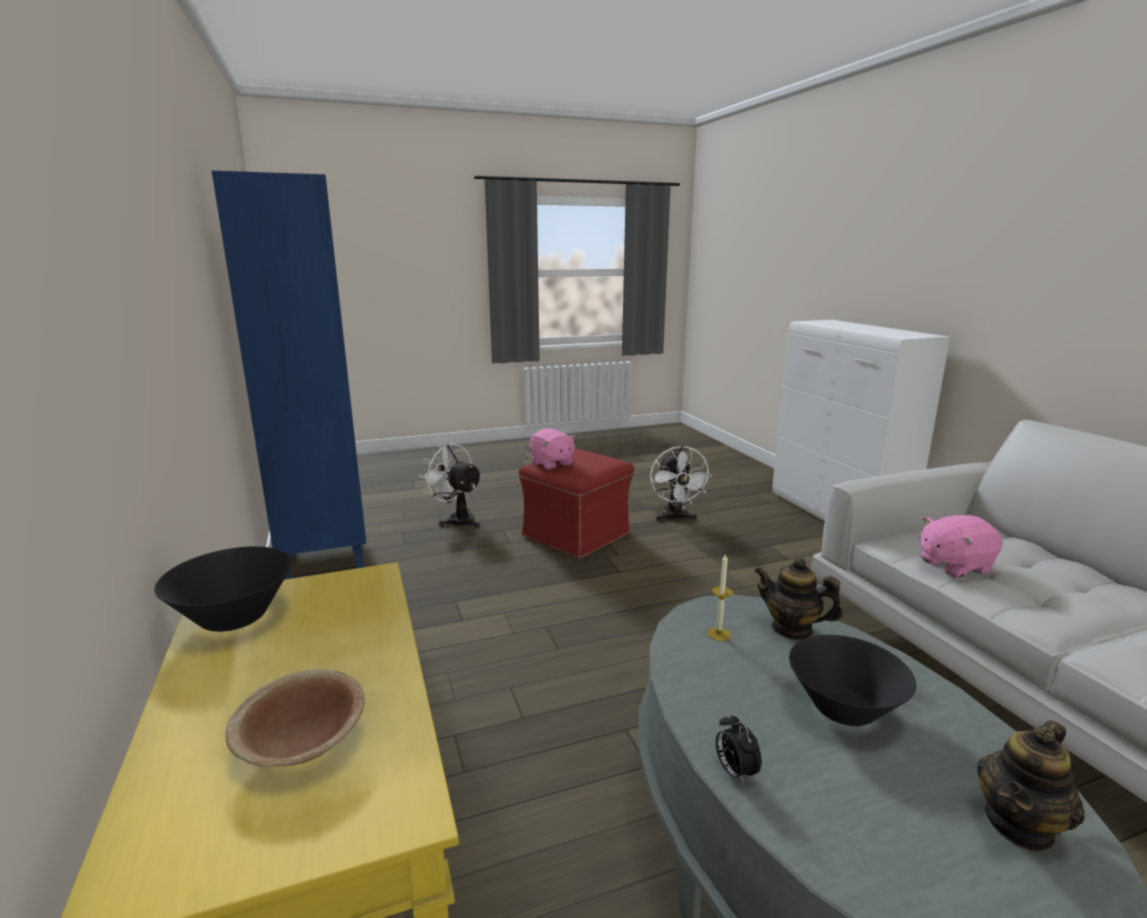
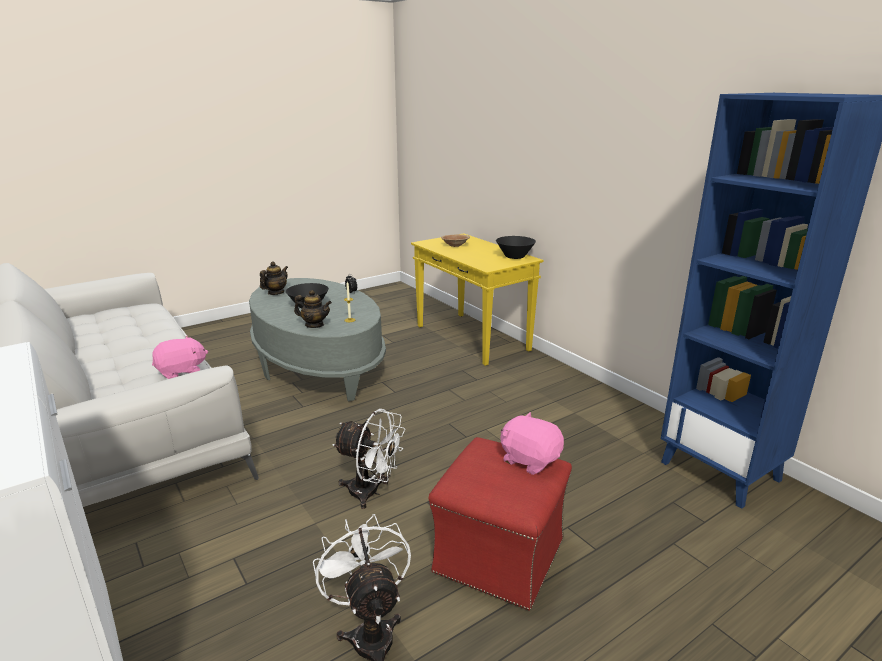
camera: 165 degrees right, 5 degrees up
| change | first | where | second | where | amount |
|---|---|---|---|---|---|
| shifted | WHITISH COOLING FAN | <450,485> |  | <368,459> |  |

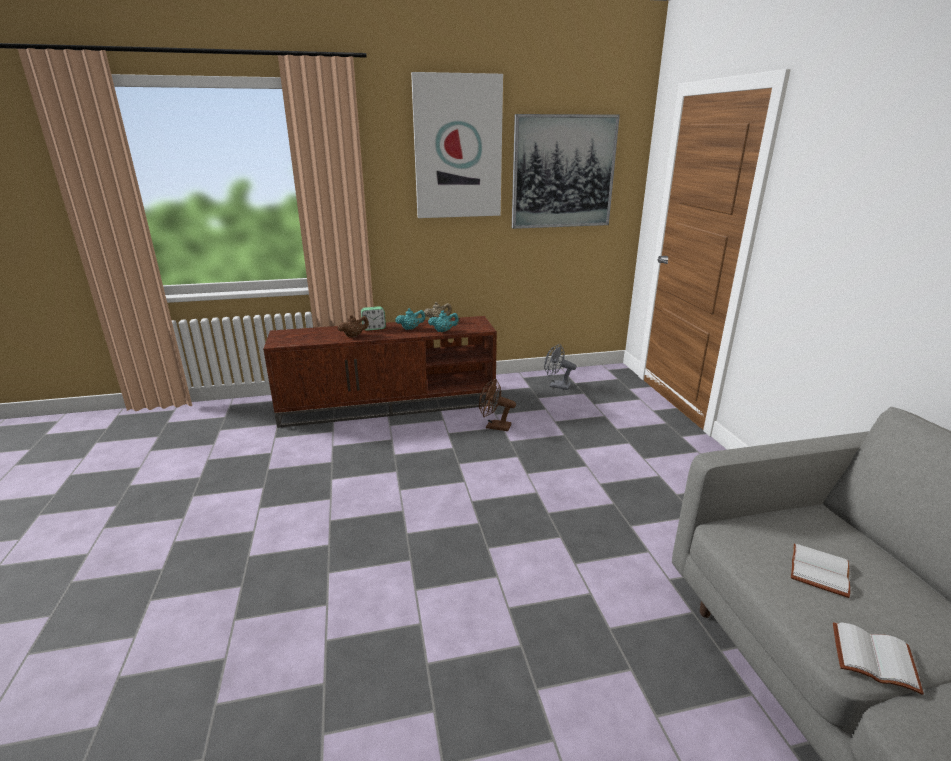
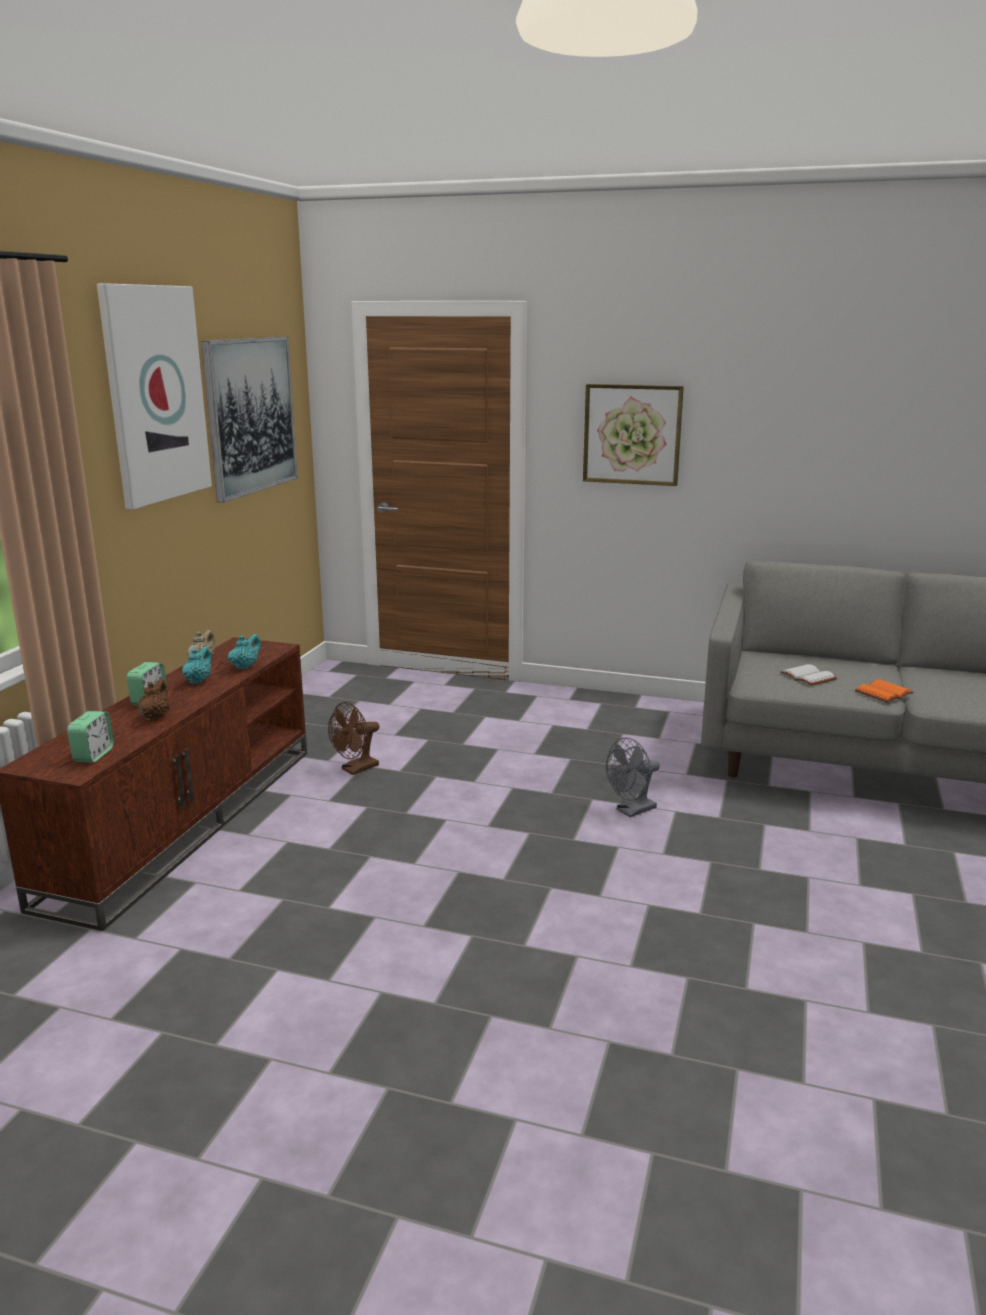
camera: 60 degrees left, 5 degrees down
| change | first | where | second | where | amount |
|---|---|---|---|---|---|
| new |  |  | ALARM CLOCK | <90,737> |  |
| new |  |  | WALL PICTURE | <633,435> |  |
| shifted | GREYISH COOLING FAN | <560,367> |  | <633,777> |  |
| repainted | WHITISH BOUND BOOK | <878,658> | ORANGE BOUND BOOK | <884,691> |  |

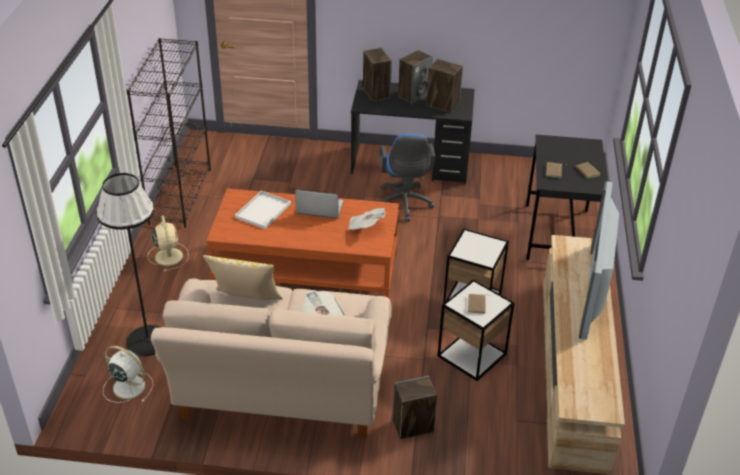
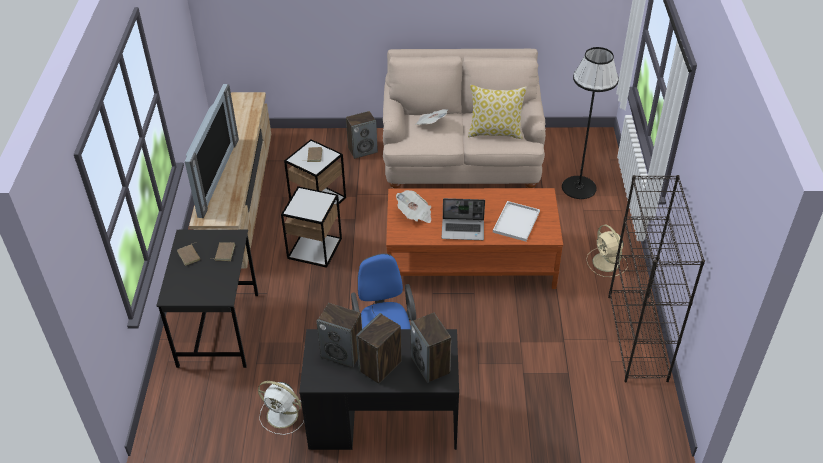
camera: 175 degrees right, 5 degrees up
| change | first | where | second | where | amount |
|---|---|---|---|---|---|
| shifted | WHITISH COOLING FAN | <128,374> |  | <281,408> |  |

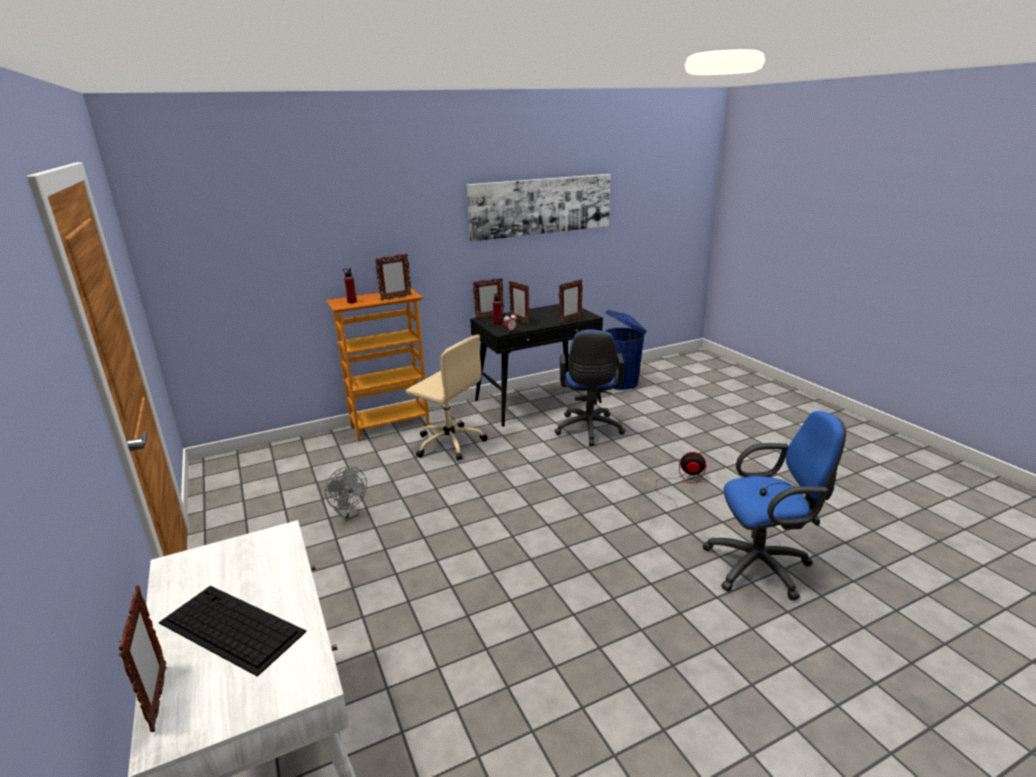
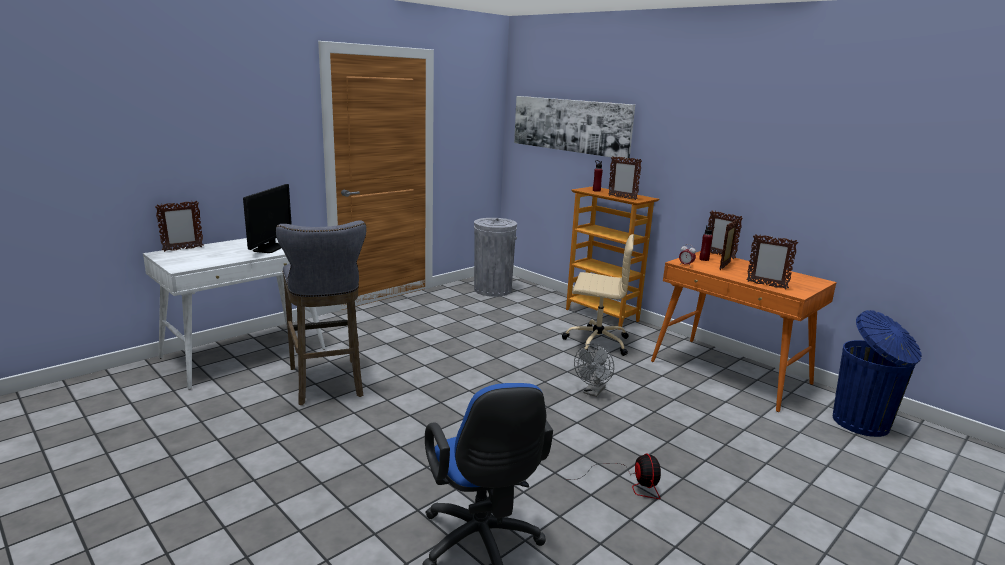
camera: 70 degrees right, 5 degrees down
| change | first | where | second | where | amount |
|---|---|---|---|---|---|
| gone | COMPUTER KEYBOARD | <232,631> |  |  |  |
| gone | BLUE DESK CHAIR | <590,388> |  |  |  |
| new |  |  | COMPUTER DISPLAY | <267,218> |  |
| new |  |  | GREYISH STOOL SEAT | <321,312> |  |
| new |  |  | GREYISH WASTE BIN | <495,257> |  |
| shifted | GREYISH COOLING FAN | <346,493> |  | <594,370> |  |
| shifted | WALL PICTURE | <538,208> |  | <574,127> |  |
| repainted | BLACK-COLOURED DESK UNIT | <536,365> | ORANGE DESK UNIT | <744,331> |  |
| rotated | BEIGE-COLOURED DESK CHAIR | <446,397> |  | <598,295> | 90 degrees counterclockwise |

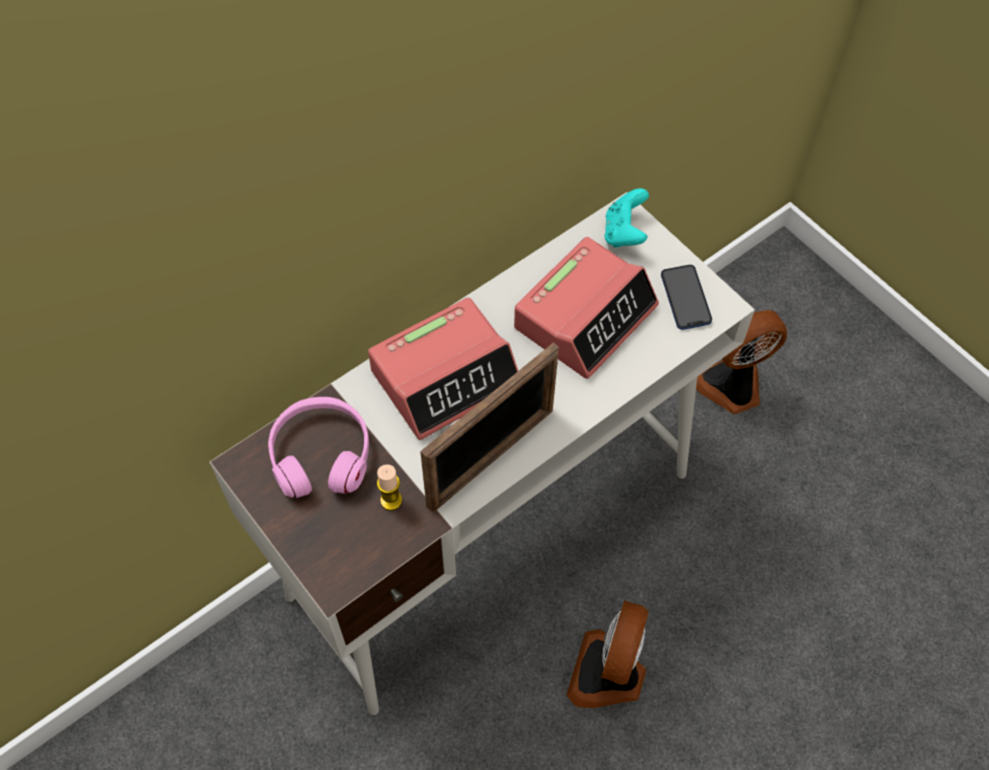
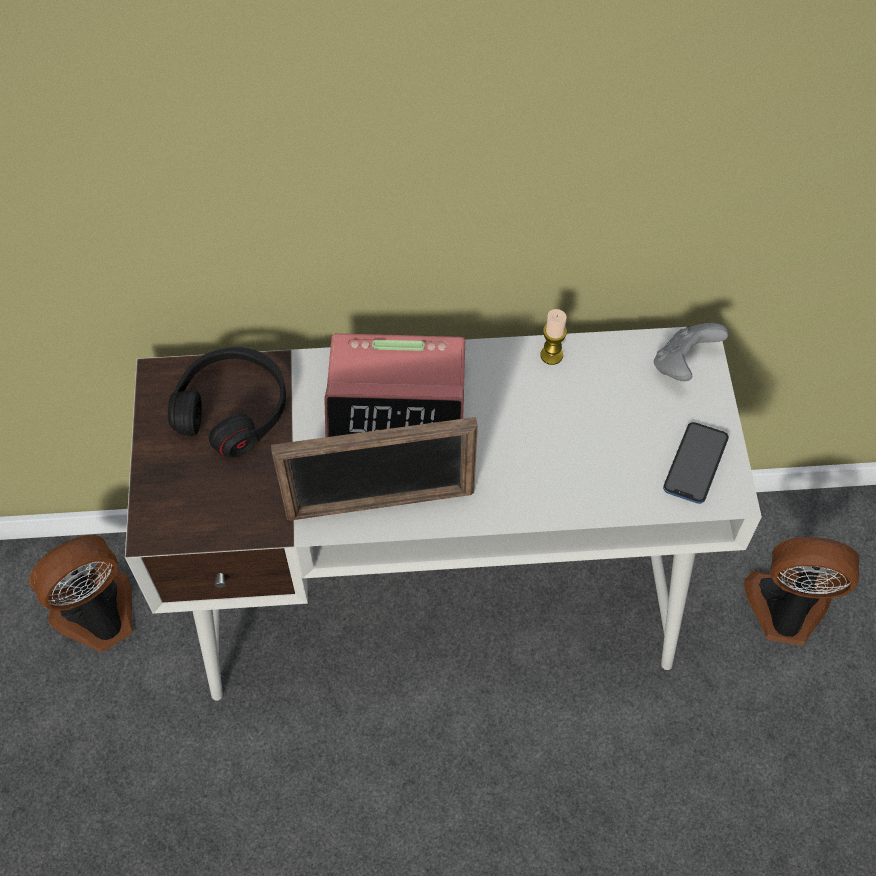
camera: 35 degrees right, 0 degrees up
| change | first | where | second | where | amount |
|---|---|---|---|---|---|
| gone | ALARM CLOCK | <586,308> |  |  |  |
| shifted | WAX CANDLE | <389,487> |  | <554,337> |  |
| shifted | COOLING FAN | <607,654> |  | <81,593> |  |
| repainted | PINK HEADSET | <318,447> | BLACK-COLOURED HEADSET | <227,401> |  |
| repainted | TURQUOISE-COLOURED GAMEPAD | <626,218> | GREYISH GAMEPAD | <691,352> |  |

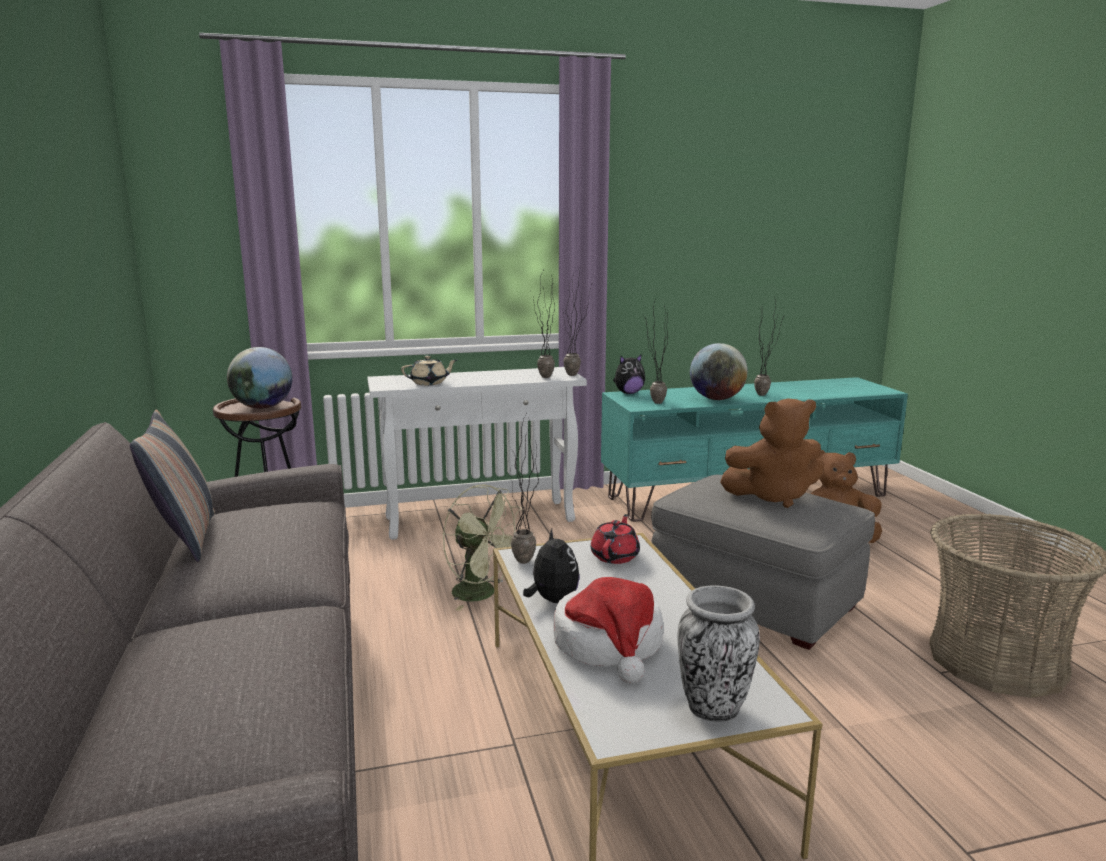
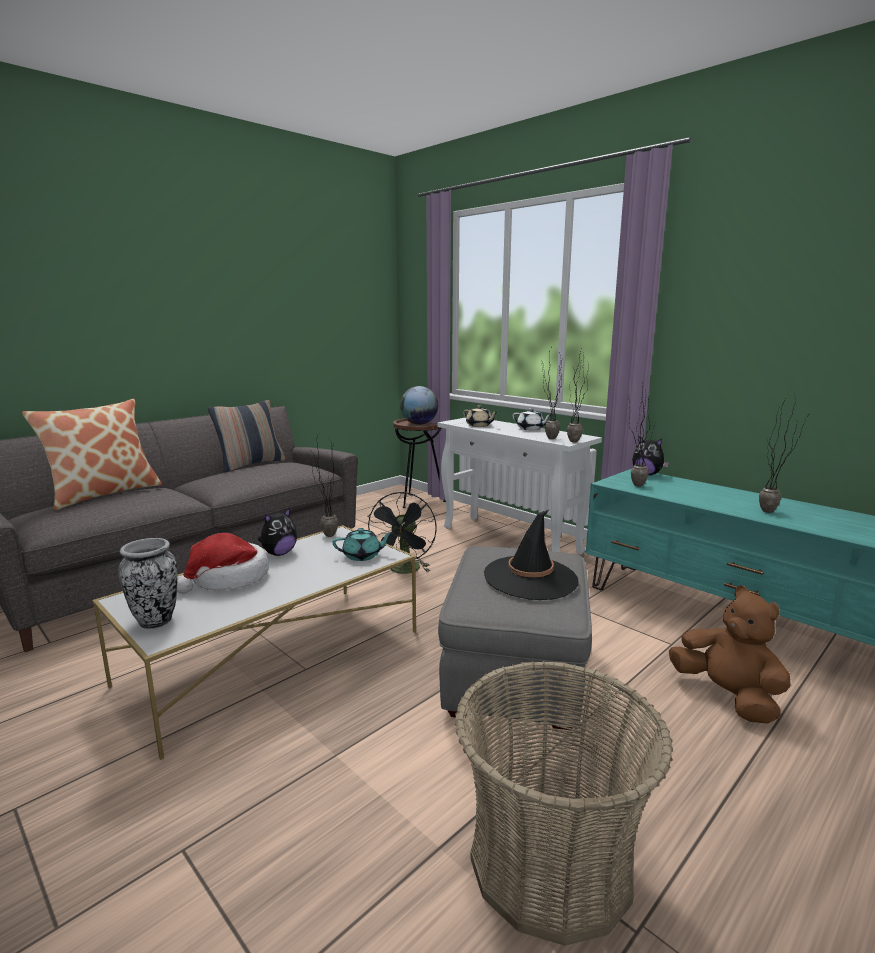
camera: 60 degrees right, 0 degrees up
| change | first | where | second | where | amount |
|---|---|---|---|---|---|
| gone | WORLD GLOBE | <719,371> |  |  |  |
| new |  |  | CUSHION | <92,454> |  |
| new |  |  | WHITISH TEAPOT | <532,419> |  |
| swapped | BROWN PLUSH TOY | <772,453> | BLACK-COLOURED WEARABLE HAT | <531,554> |  |
| repainted | GREEN COOLING FAN | <482,548> | BLACK-COLOURED COOLING FAN | <402,533> |  |
| repainted | RED TEAPOT | <615,539> | TURQUOISE-COLOURED TEAPOT | <363,544> |  |

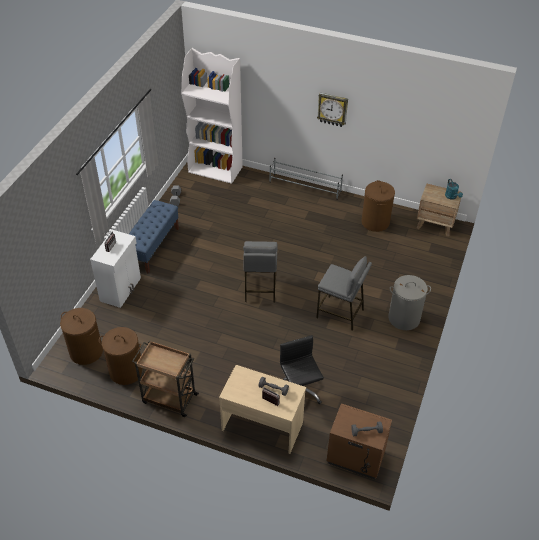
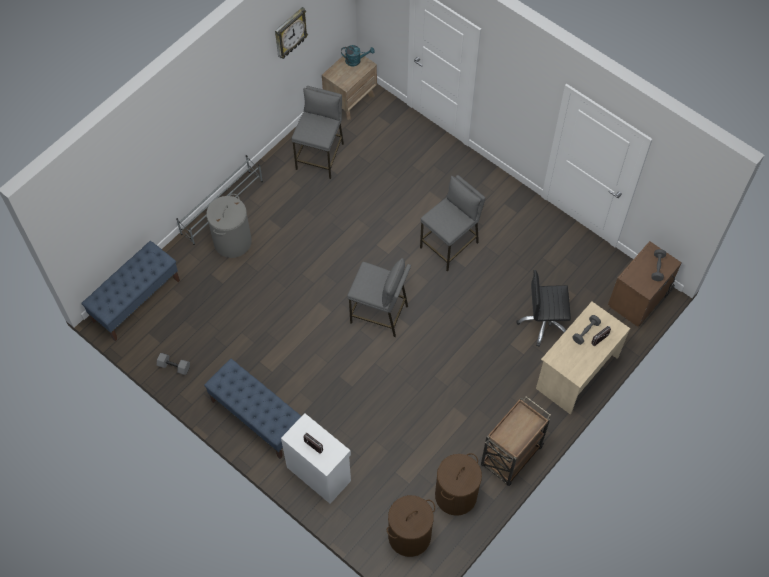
camera: 70 degrees left, 15 degrees up
| change | first | where | second | where | amount |
|---|---|---|---|---|---|
| shifted | CLOCK ON THE WALL | <332,110> |  | <291,33> |  |
| shifted | GREYISH HAMPER | <409,302> |  | <229,226> |  |
| swapped | WHITISH BOOKSHELF | <212,116> | BLUE BENCH | <130,291> |  |
| swapped | BROWN HAMPER | <378,206> | GREYISH STOOL SEAT | <318,132> |  |

